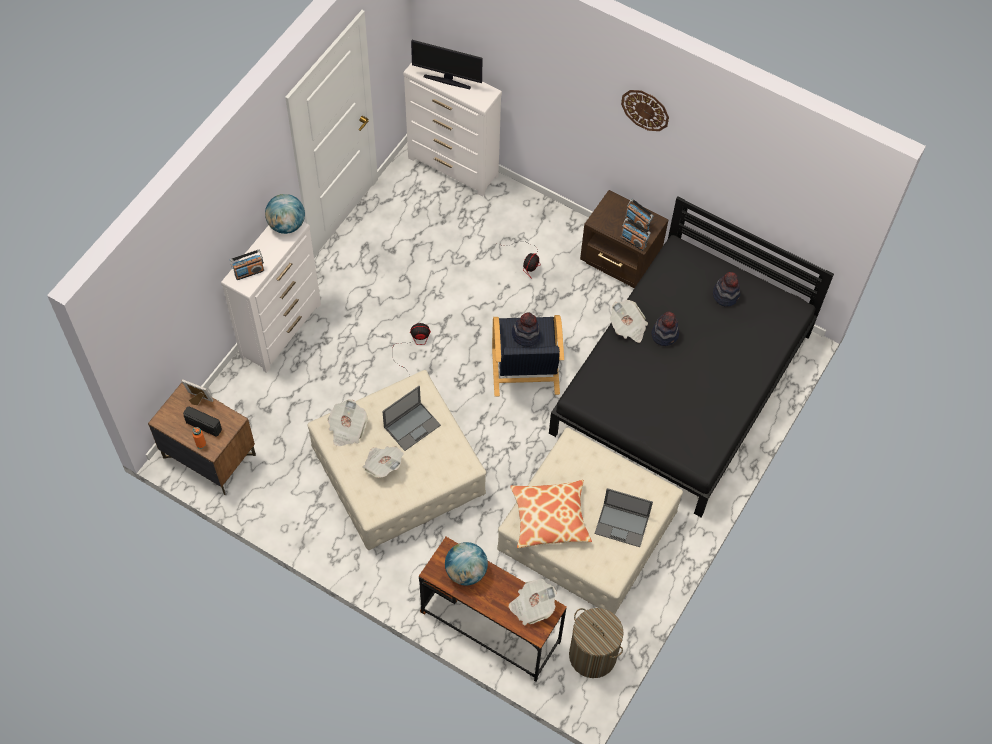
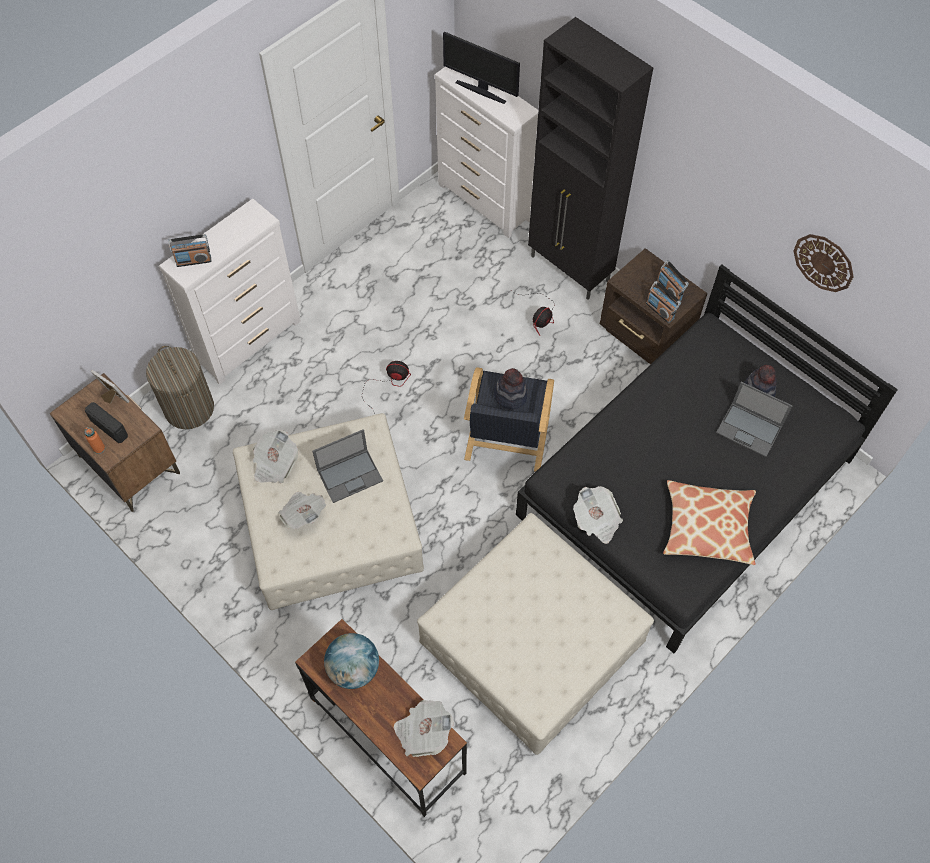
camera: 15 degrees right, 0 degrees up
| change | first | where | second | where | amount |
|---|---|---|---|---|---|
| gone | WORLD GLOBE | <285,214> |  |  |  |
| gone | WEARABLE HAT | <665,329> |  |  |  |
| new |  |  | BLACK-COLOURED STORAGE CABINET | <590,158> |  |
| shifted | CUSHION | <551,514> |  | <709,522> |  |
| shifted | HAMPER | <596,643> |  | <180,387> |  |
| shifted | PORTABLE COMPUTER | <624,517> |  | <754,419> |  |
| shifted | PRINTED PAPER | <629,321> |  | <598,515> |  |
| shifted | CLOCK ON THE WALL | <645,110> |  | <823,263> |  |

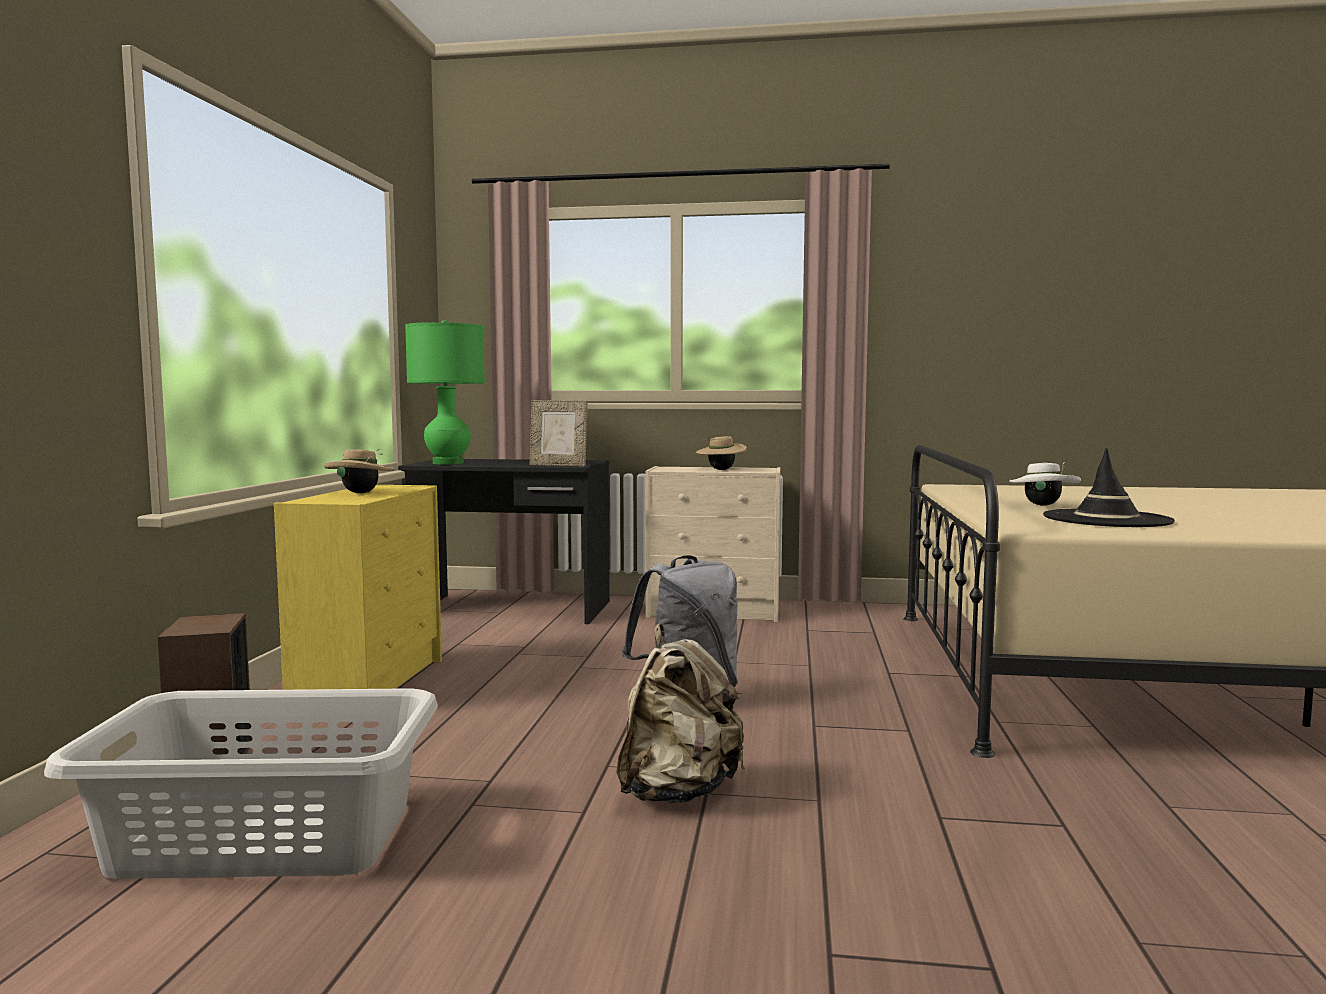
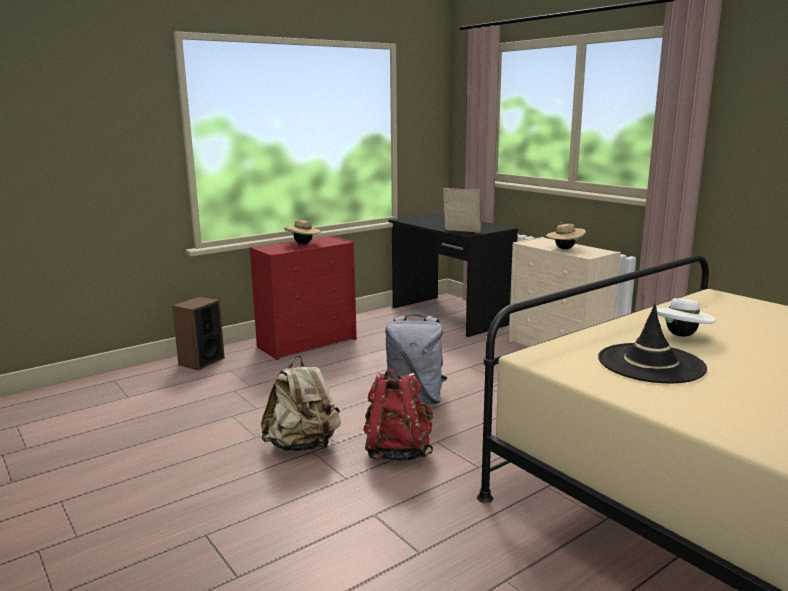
camera: 45 degrees right, 10 degrees up
| change | first | where | second | where | amount |
|---|---|---|---|---|---|
| gone | GREYISH HAMPER | <241,783> |  |  |  |
| gone | GREEN LAMP FOR A TABLE | <445,392> |  |  |  |
| new |  |  | RED RUCKSACK | <398,415> |  |
| repainted | YELLOW-COLOURED DRAWER CHEST | <358,587> | RED DRAWER CHEST | <303,297> |  |
| rotated | PICTURE FRAME | <559,433> |  | <462,210> | 150 degrees clockwise |

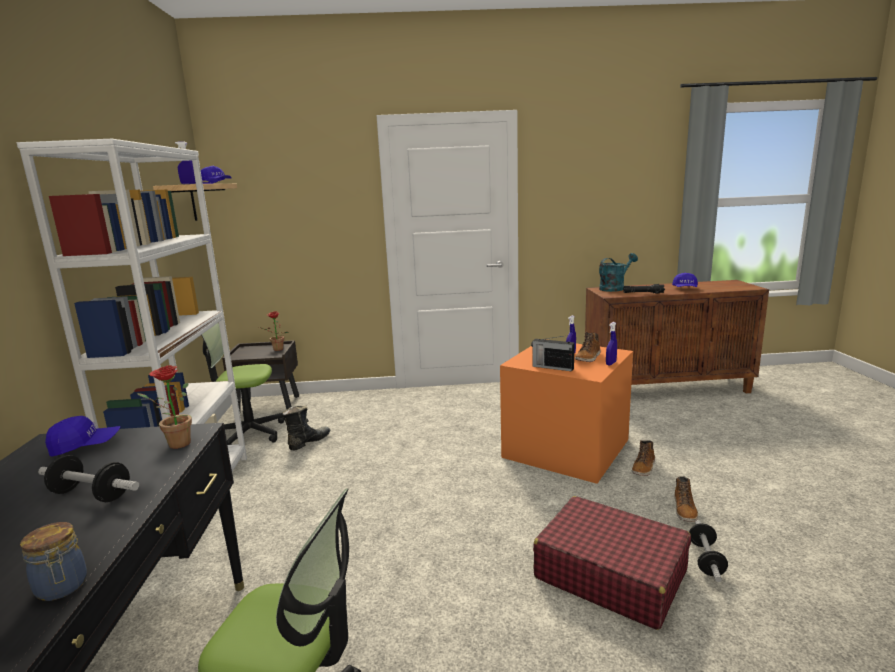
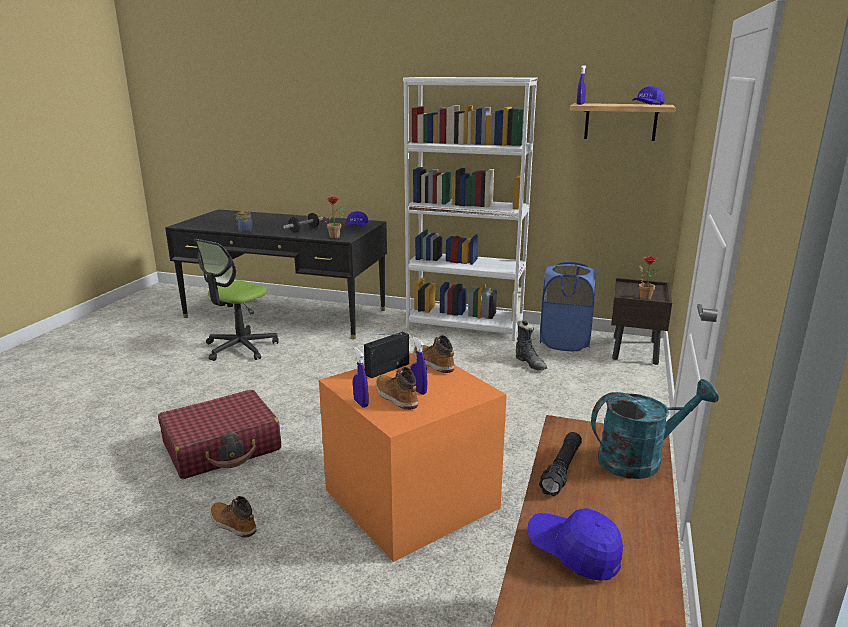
camera: 110 degrees right, 5 degrees up
| change | first | where | second | where | amount |
|---|---|---|---|---|---|
| gone | FREE WEIGHT | <708,551> |  |  |  |
| shifted | HIGH-TOP BOOT | <643,458> |  | <434,354> |  |
| swapped | DESK CHAIR | <243,384> | BLUE HAMPER | <568,306> |  |
| rotated | TURQUOISE-COLOURED WATERING CAN | <618,272> |  | <655,429> | 90 degrees counterclockwise |

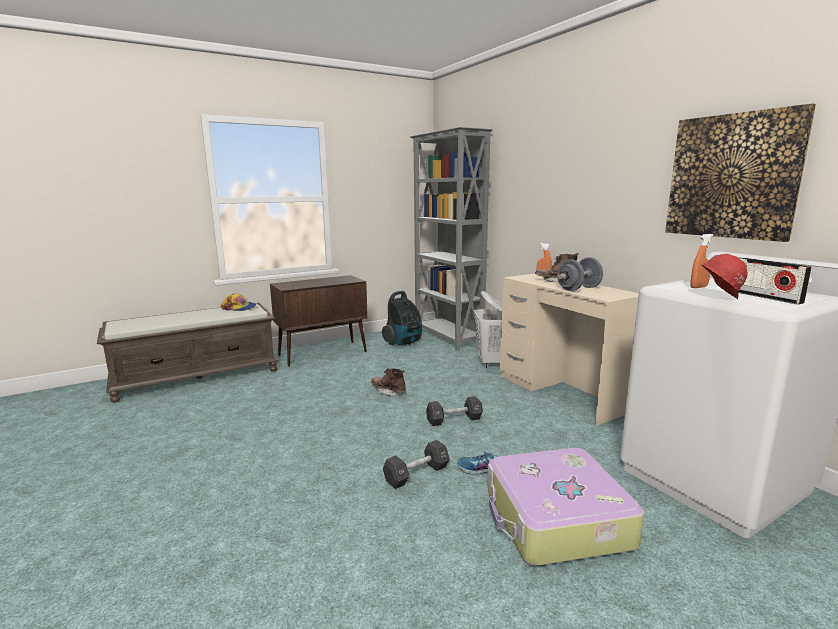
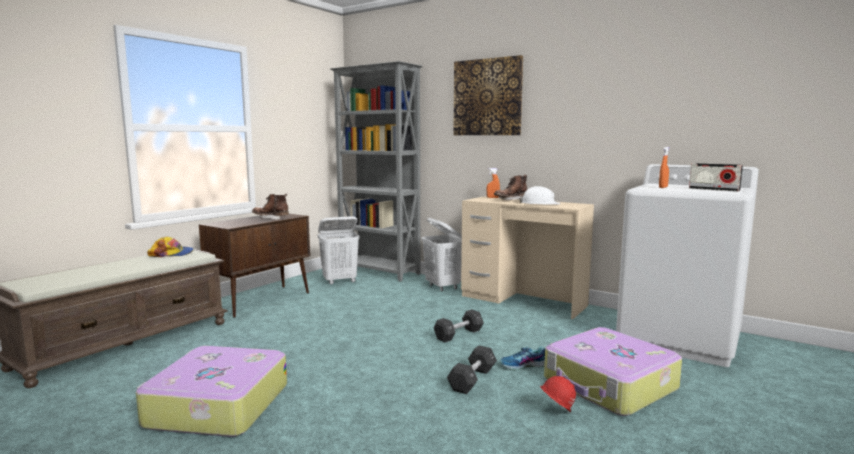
camera: 25 degrees left, 5 degrees down
| change | first | where | second | where | amount |
|---|---|---|---|---|---|
| new |  |  | TRAVEL CASE | <211,391> |  |
| shifted | BROWN HIGH-TOP BOOT | <388,382> |  | <270,207> |  |
| shifted | WALL PICTURE | <740,173> |  | <488,95> |  |
| shifted | RED SAFETY HELMET | <724,276> |  | <558,394> |  |
| swapped | VACUUM | <402,318> | WHITISH HAMPER | <339,250> |  |
| swapped | GREYISH FREE WEIGHT | <580,274> | WHITISH SAFETY HELMET | <539,195> |  |

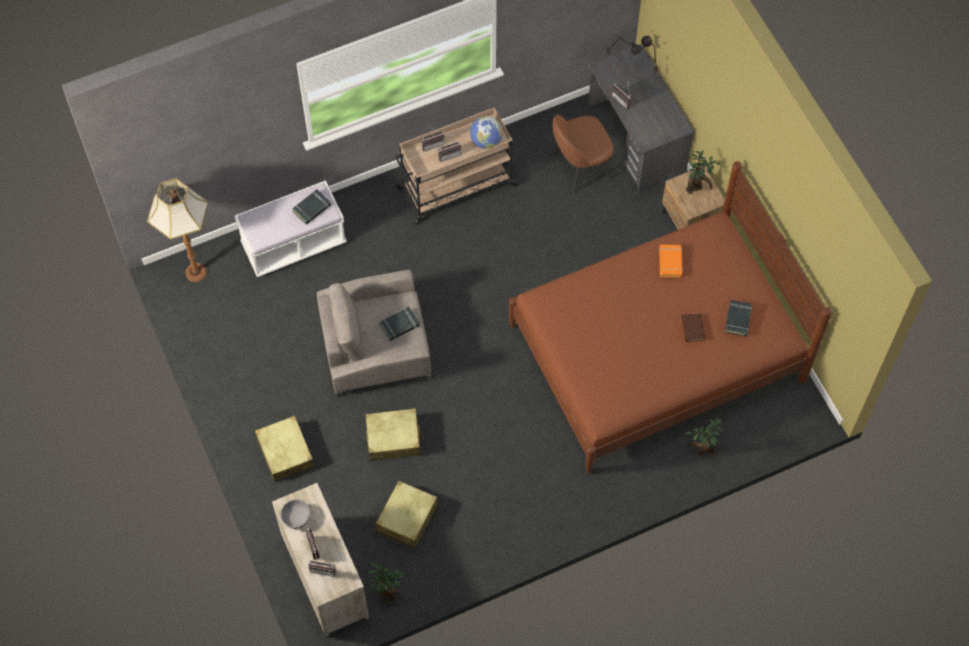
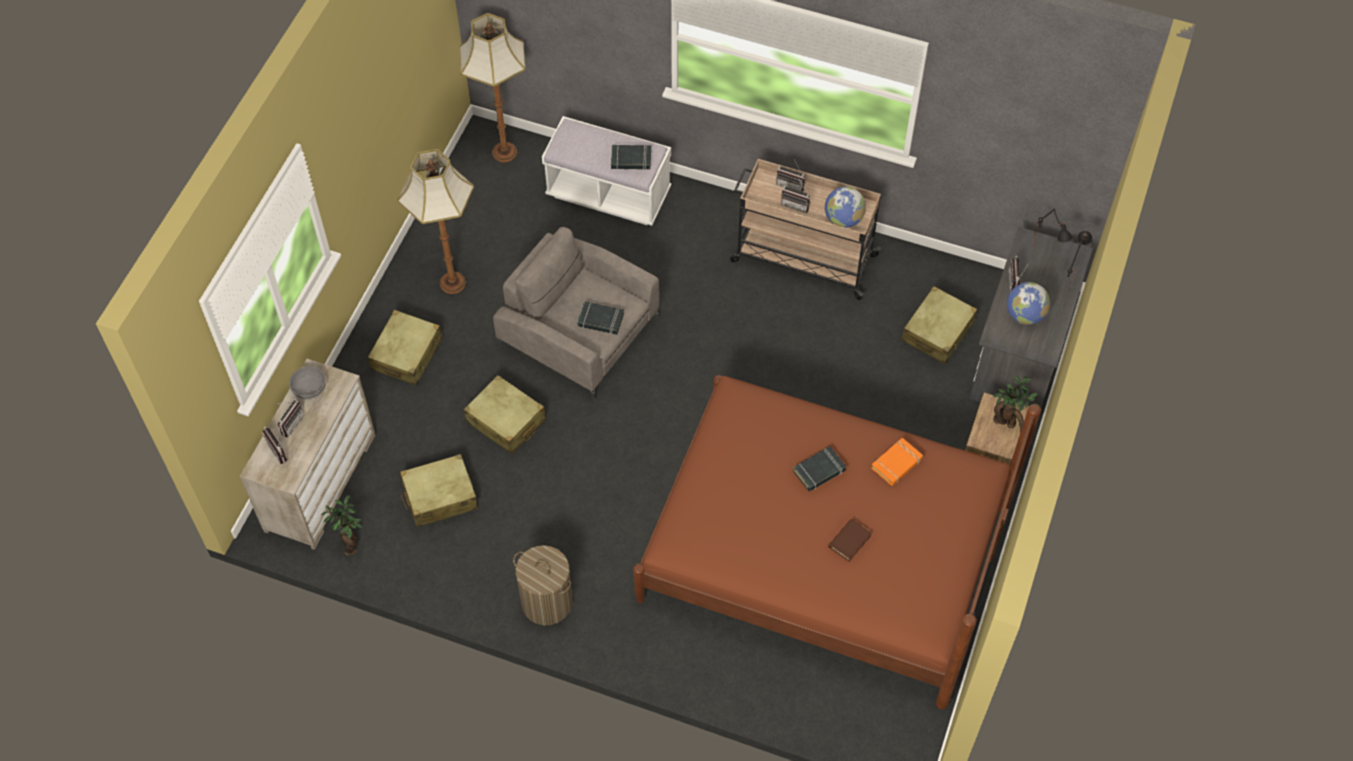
camera: 45 degrees right, 5 degrees down
| change | first | where | second | where | amount |
|---|---|---|---|---|---|
| gone | HOUSEPLANT | <704,437> |  |  |  |
| new |  |  | STANDING LAMP | <435,221> |  |
| new |  |  | HAMPER | <543,585> |  |
| new |  |  | WORLD GLOBE | <1028,303> |  |
| shifted | BLACK-COLOURED BOUND BOOK | <738,318> |  | <819,468> |  |
| swapped | BROWN CHAIR | <583,154> | BEIGE-COLOURED TRAVEL CASE | <939,325> |  |

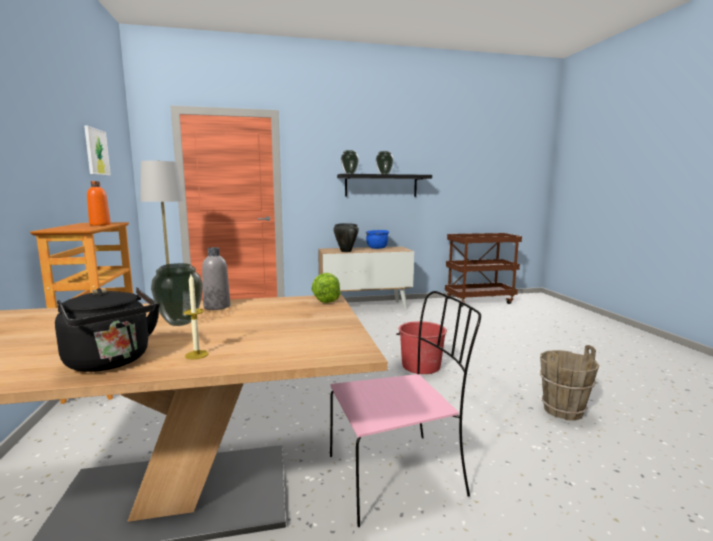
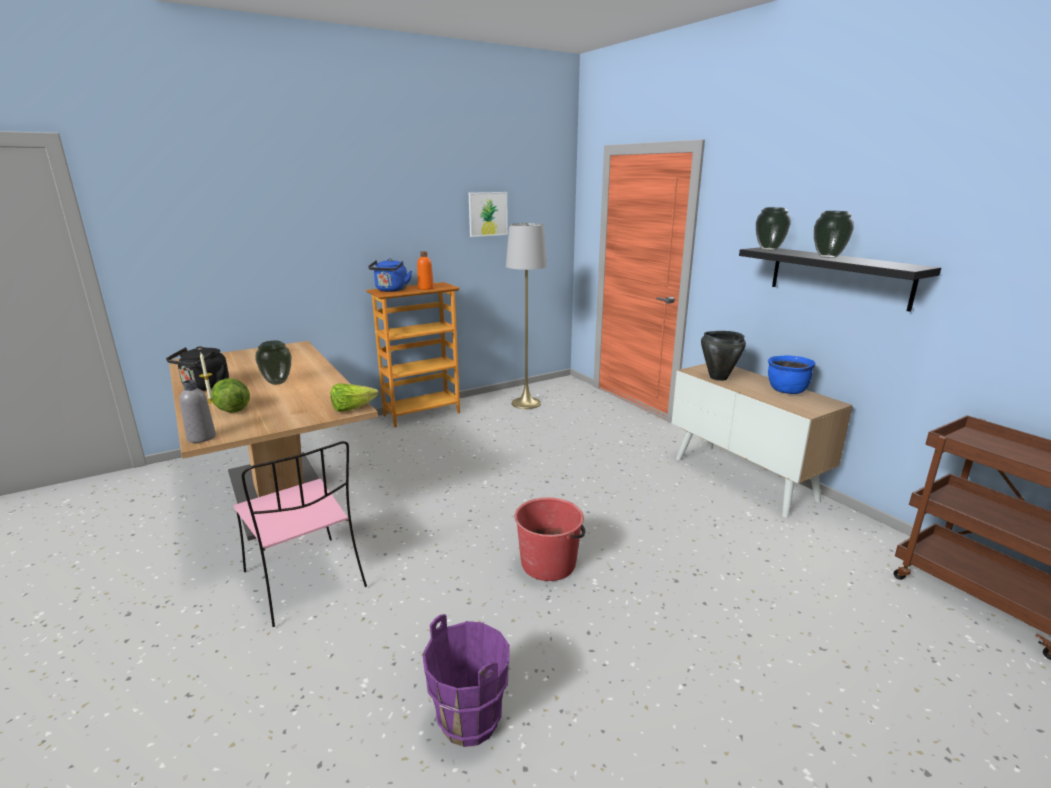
camera: 70 degrees right, 10 degrees up
| change | first | where | second | where | amount |
|---|---|---|---|---|---|
| new |  |  | HEAD OF LETTUCE | <231,395> |  |
| new |  |  | BLUE KETTLE | <390,275> |  |
| shifted | GREYISH DRINK BOTTLE | <216,278> |  | <197,411> |  |
| repainted | BROWN WATER BUCKET | <569,383> | PURPLISH WATER BUCKET | <466,680> |  |

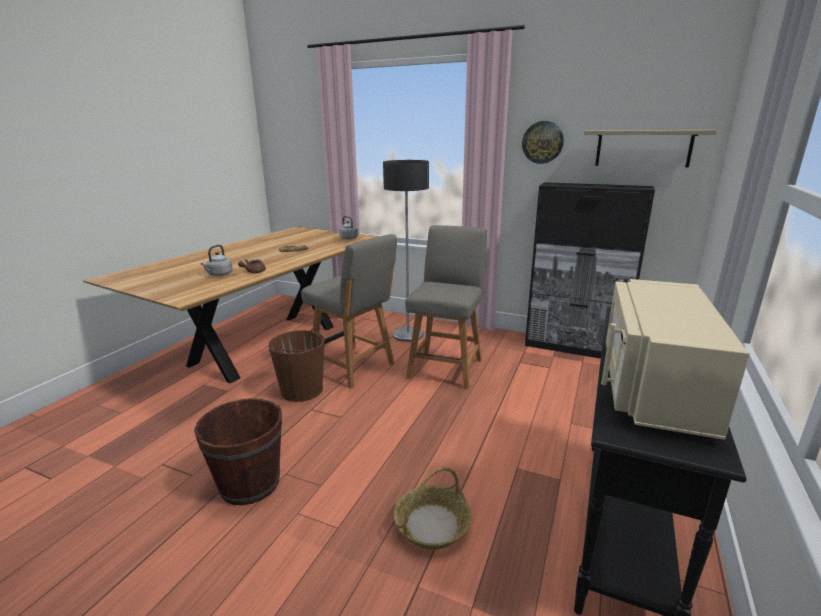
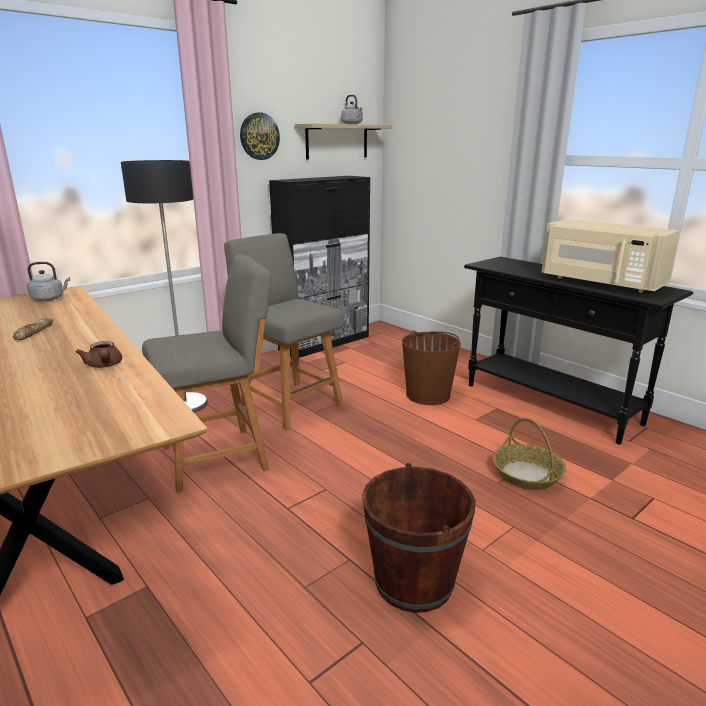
camera: 65 degrees left, 0 degrees up
| change | first | where | second | where | amount |
|---|---|---|---|---|---|
| shifted | GREYISH KETTLE | <217,260> |  | <352,109> |  |
| shifted | BROWN WATER BUCKET | <296,365> |  | <431,367> |  |

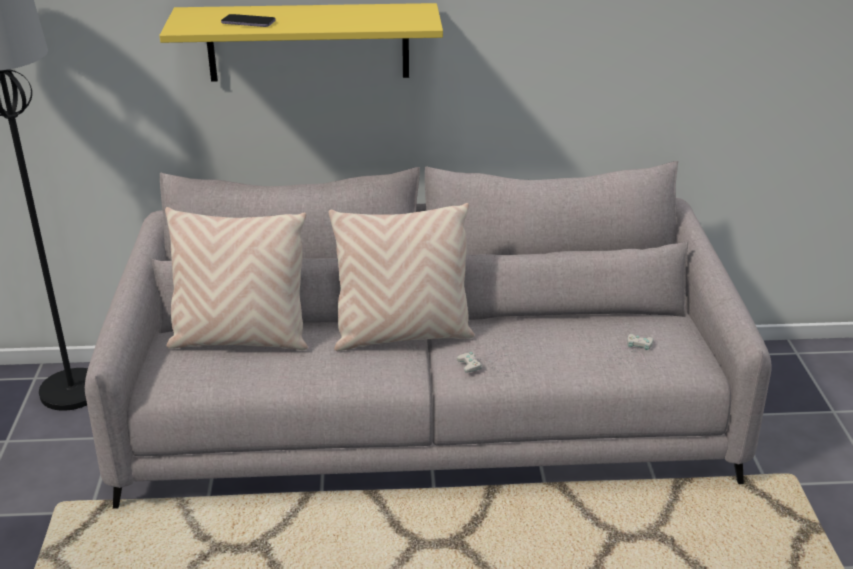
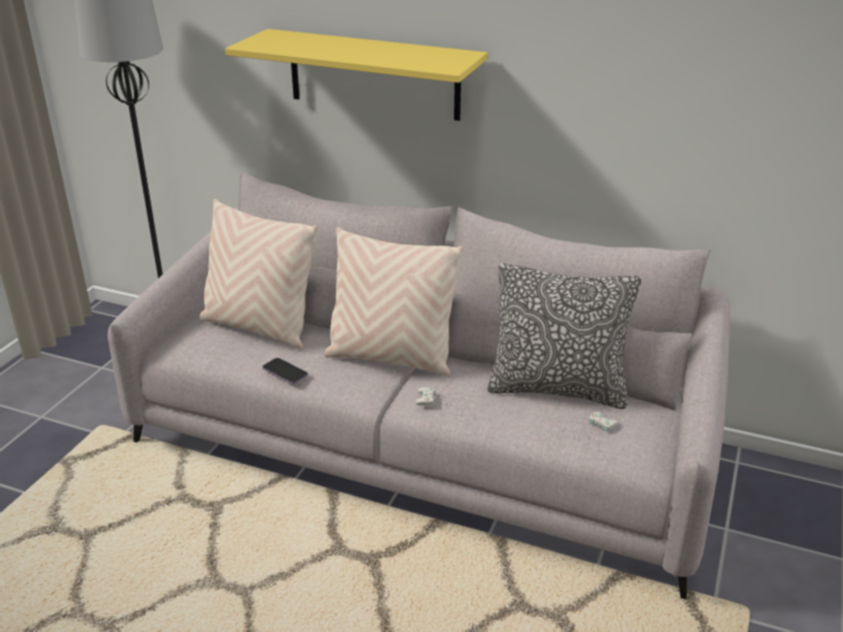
camera: 25 degrees right, 0 degrees up
| change | first | where | second | where | amount |
|---|---|---|---|---|---|
| new |  |  | CUSHION | <564,336> |  |
| shifted | HANDSET | <248,20> |  | <285,371> |  |

